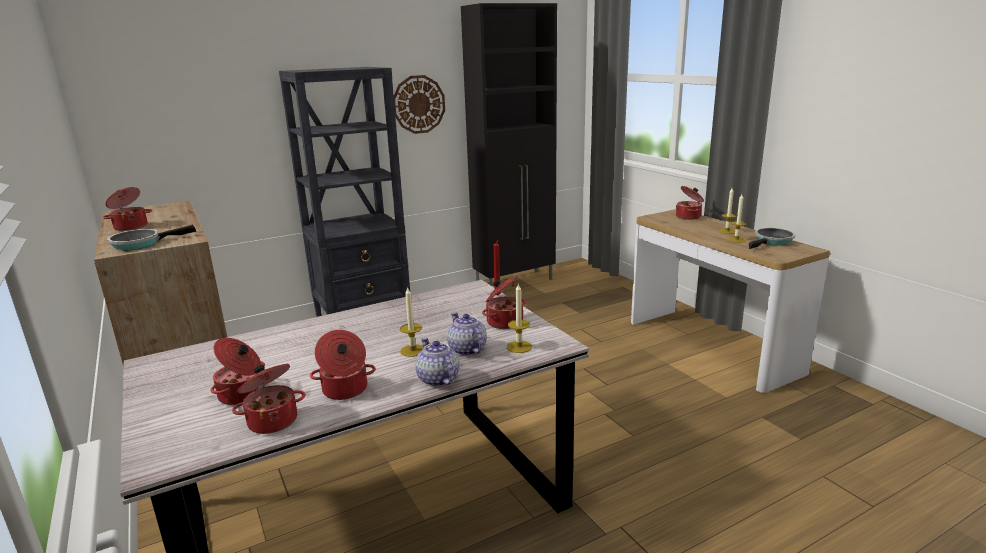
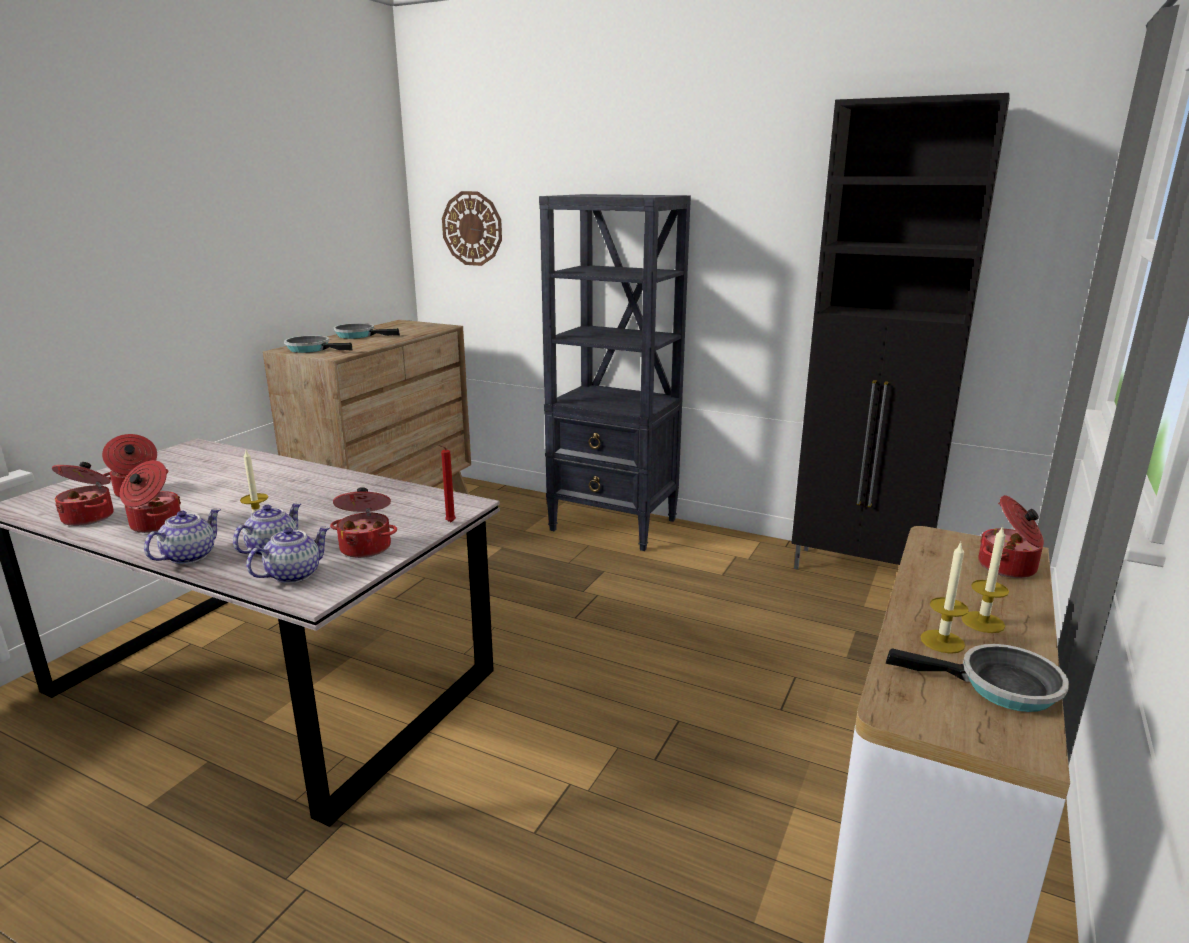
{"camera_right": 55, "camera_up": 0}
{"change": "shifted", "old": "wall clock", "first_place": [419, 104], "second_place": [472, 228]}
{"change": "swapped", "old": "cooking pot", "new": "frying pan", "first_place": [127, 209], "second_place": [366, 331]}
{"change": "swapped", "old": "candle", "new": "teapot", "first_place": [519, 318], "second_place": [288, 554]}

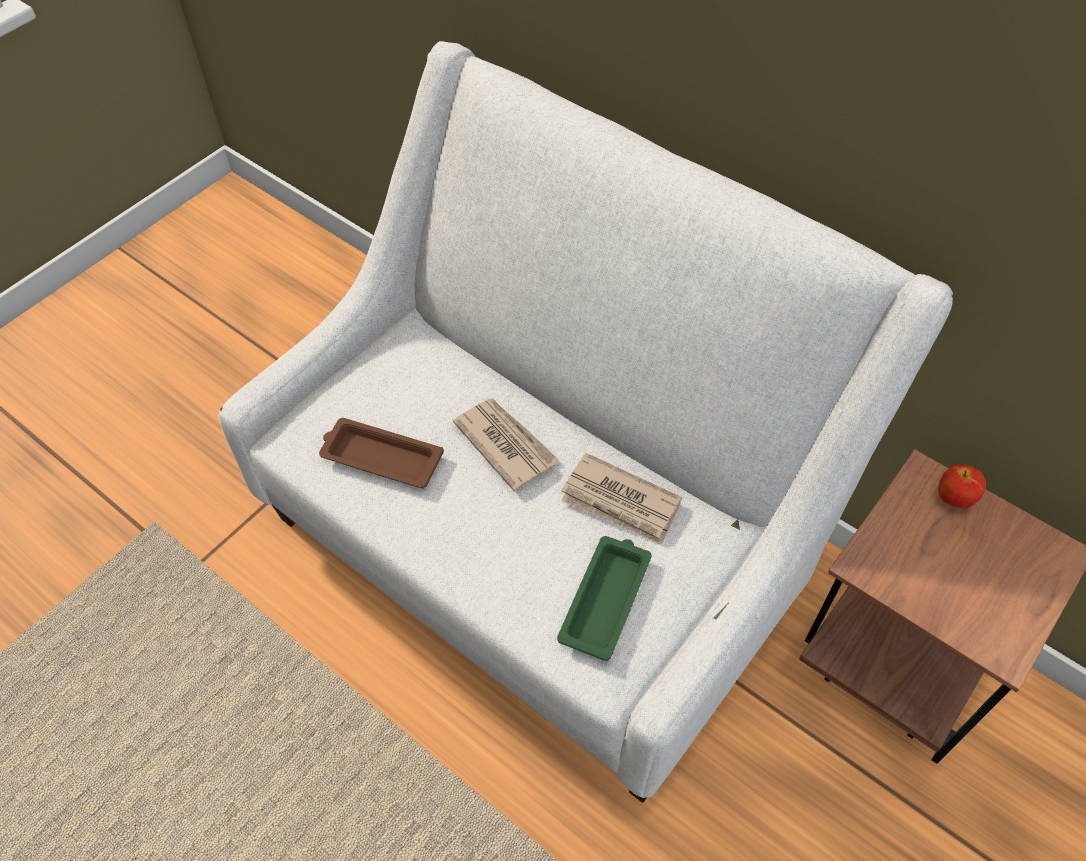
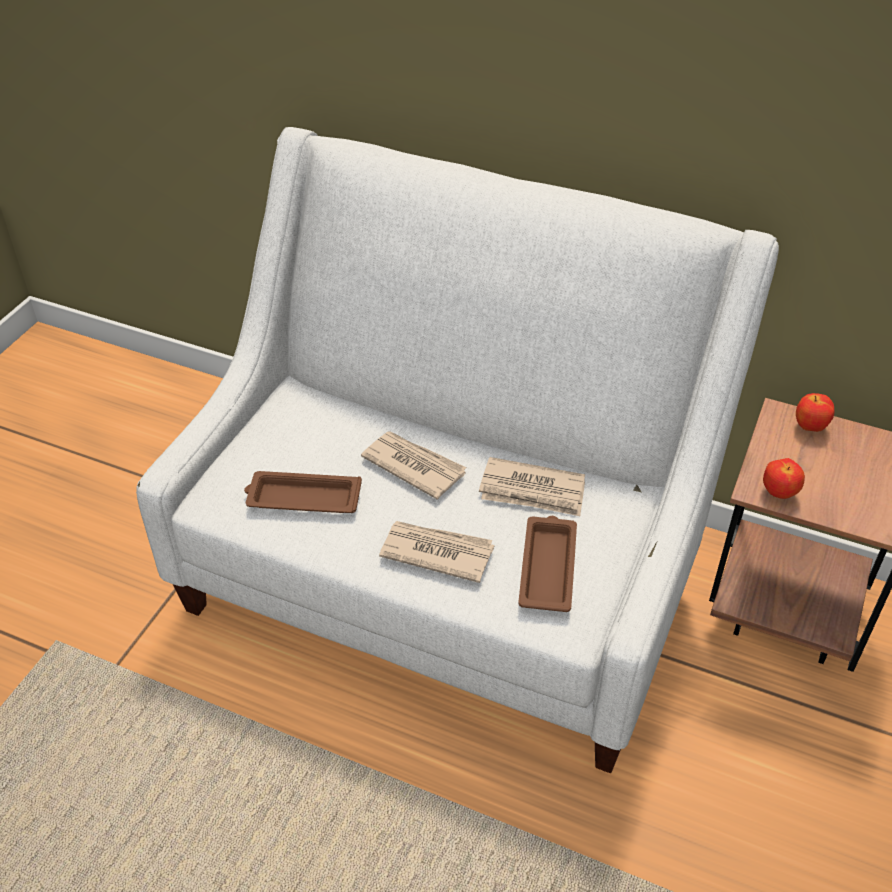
{"camera_right": -15, "camera_up": -10}
{"change": "new", "new": "newspaper", "second_place": [436, 552]}
{"change": "new", "new": "apple", "second_place": [784, 478]}
{"change": "repainted", "old": "green tray", "new": "brown tray", "first_place": [604, 598], "second_place": [547, 564]}

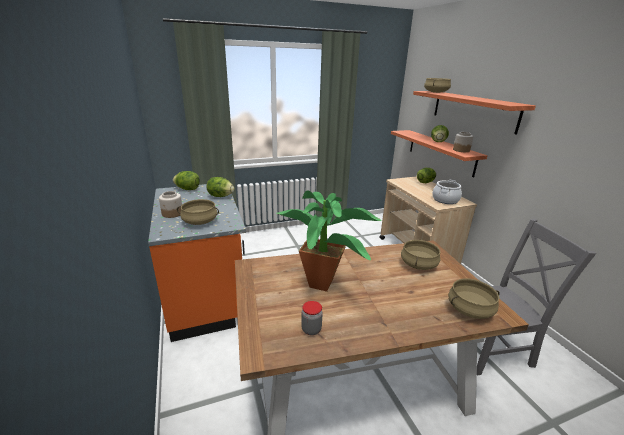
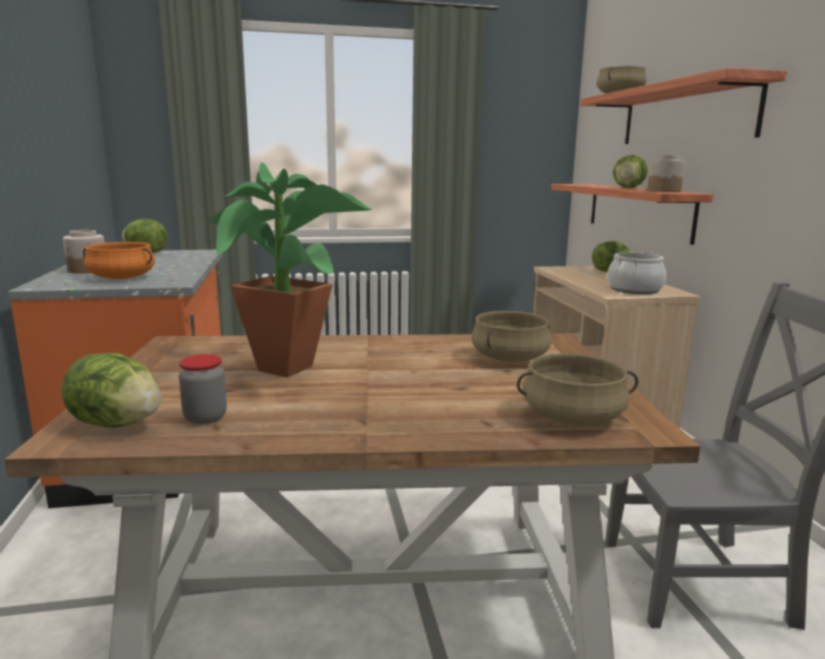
{"camera_right": 10, "camera_up": -10}
{"change": "shifted", "old": "lettuce", "first_place": [220, 187], "second_place": [111, 390]}
{"change": "repainted", "old": "beige cooking pot", "new": "orange cooking pot", "first_place": [198, 212], "second_place": [119, 260]}

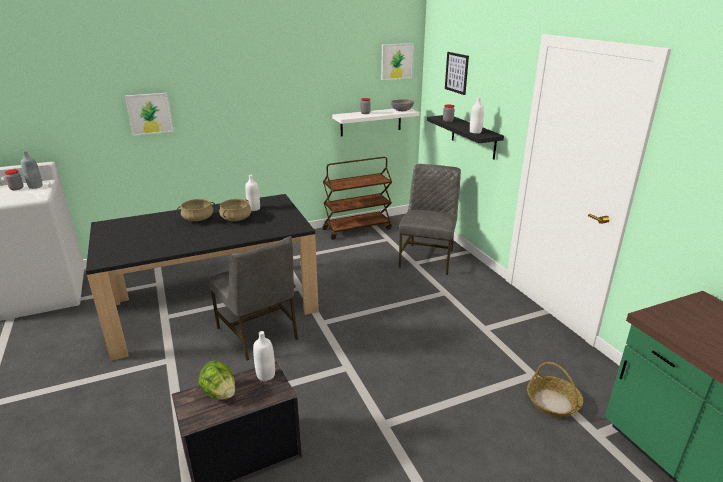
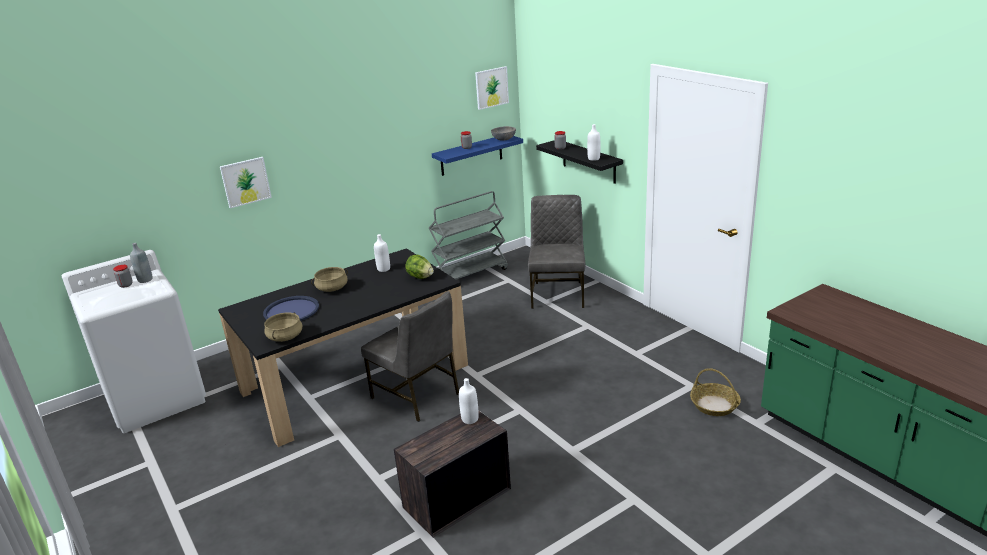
{"camera_right": -10, "camera_up": 0}
{"change": "gone", "old": "picture", "first_place": [457, 73]}
{"change": "new", "new": "blue tray", "second_place": [291, 308]}
{"change": "shifted", "old": "lettuce", "first_place": [217, 380], "second_place": [419, 266]}
{"change": "shifted", "old": "beige cooking pot", "first_place": [235, 210], "second_place": [283, 327]}
{"change": "repainted", "old": "brown cart", "new": "grey cart", "first_place": [357, 198], "second_place": [468, 235]}
{"change": "repainted", "old": "white shelf", "new": "blue shelf", "first_place": [376, 123], "second_place": [477, 156]}

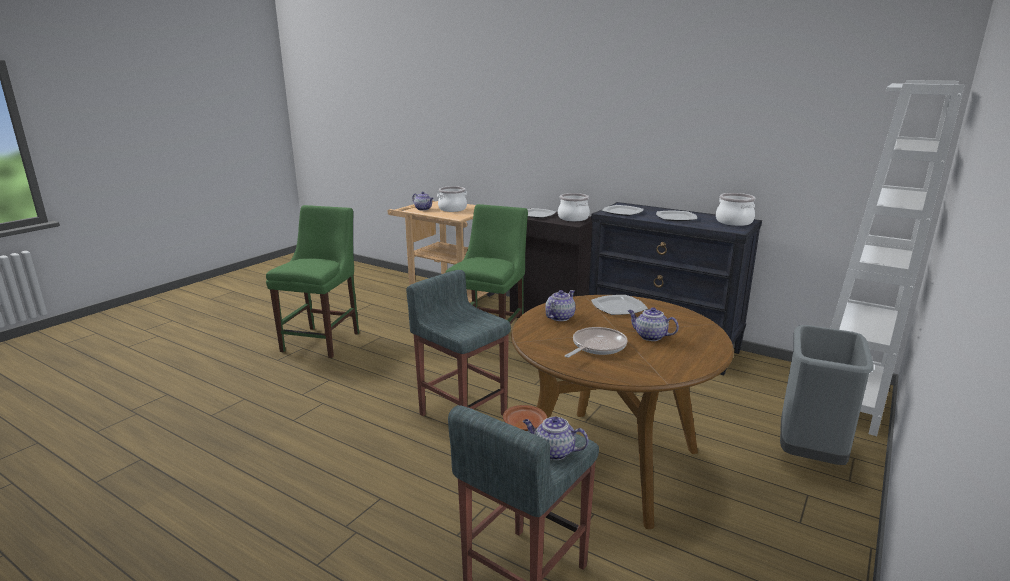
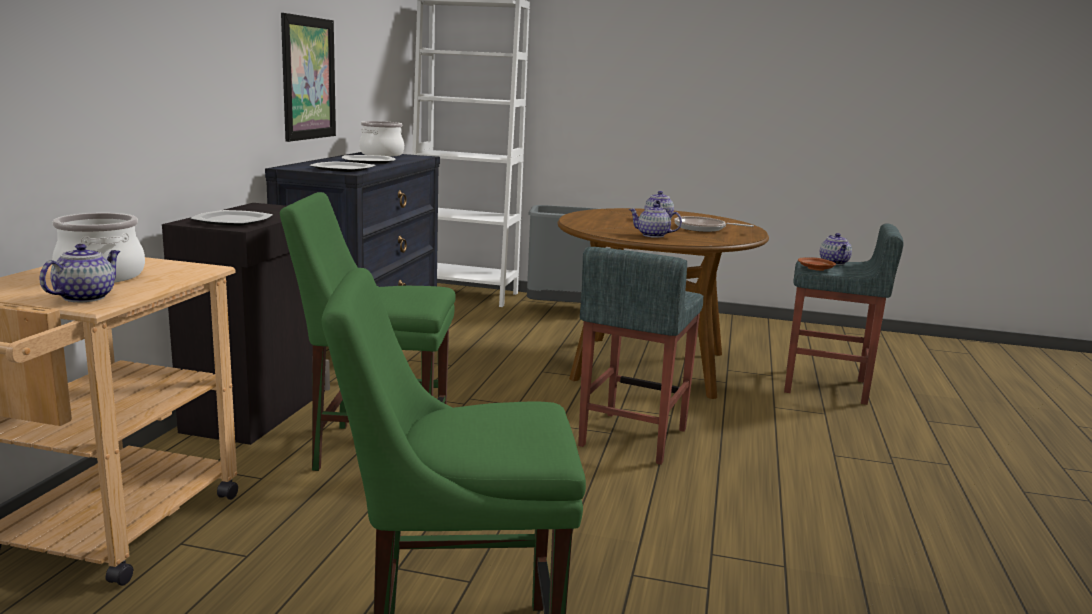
{"camera_right": -110, "camera_up": -5}
{"change": "gone", "old": "cooking pot", "first_place": [574, 207]}
{"change": "gone", "old": "plate", "first_place": [619, 305]}
{"change": "new", "new": "picture", "second_place": [308, 77]}

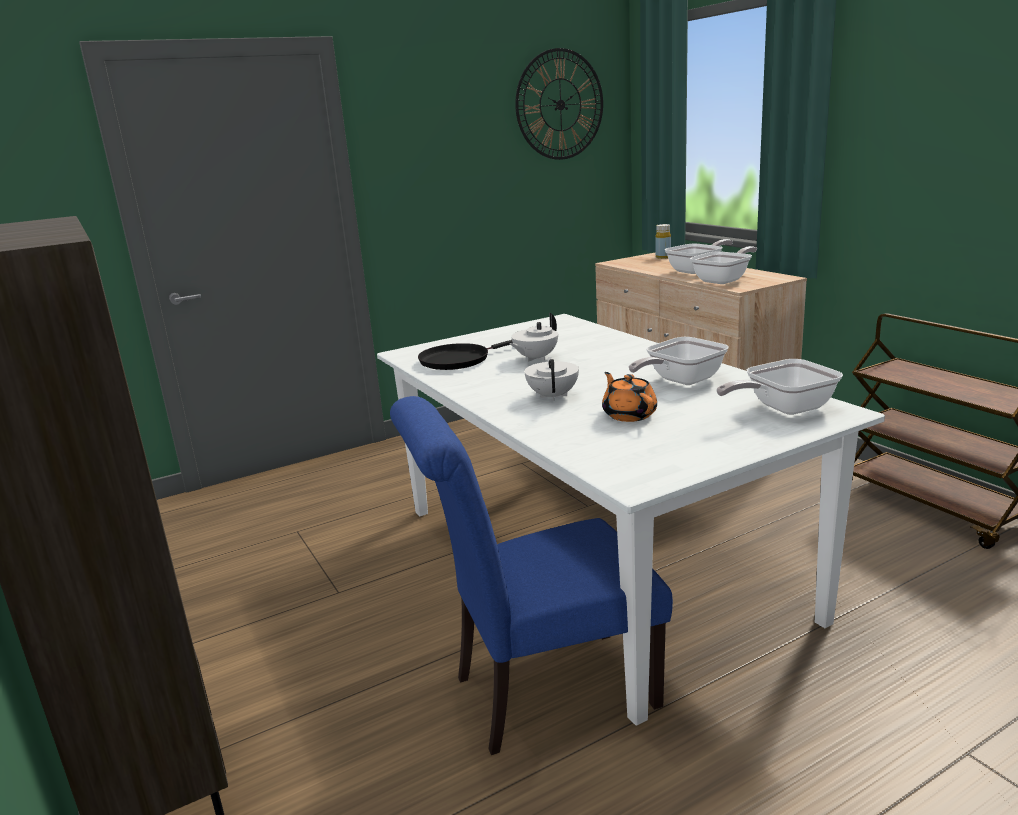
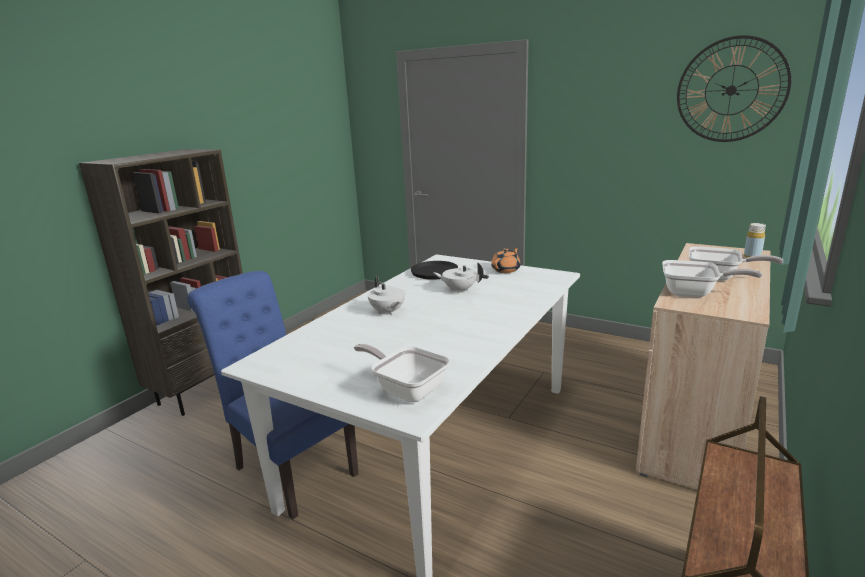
{"camera_right": 60, "camera_up": 0}
{"change": "gone", "old": "frying pan", "first_place": [679, 361]}
{"change": "shifted", "old": "orange teapot", "first_place": [629, 397], "second_place": [506, 260]}
{"change": "rotated", "old": "white teapot", "first_place": [551, 379], "second_place": [386, 295], "degrees": 90}

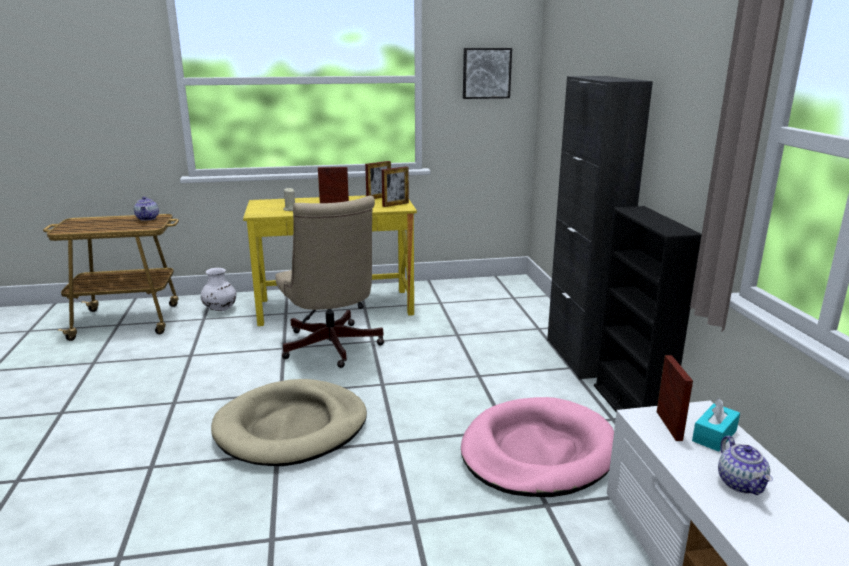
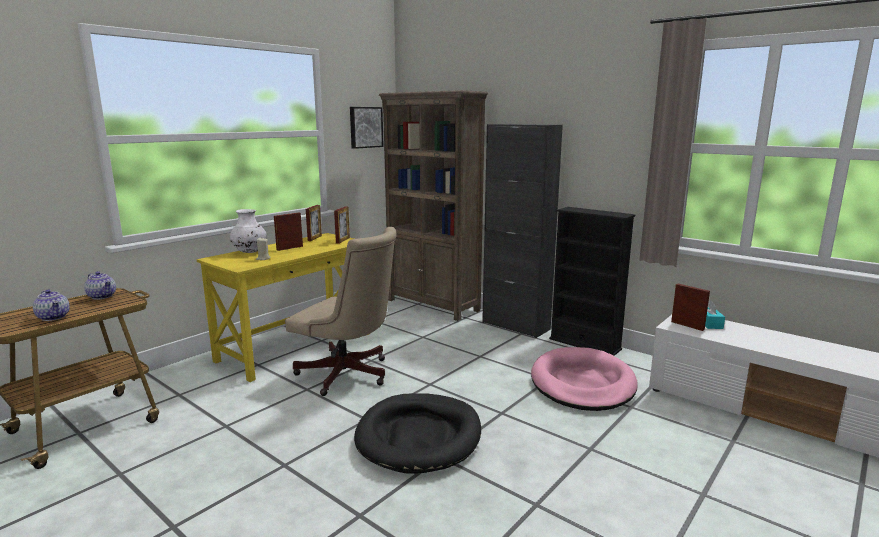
{"camera_right": -40, "camera_up": -5}
{"change": "new", "new": "brown bookcase", "second_place": [433, 205]}
{"change": "shifted", "old": "white vase", "first_place": [218, 289], "second_place": [248, 231]}
{"change": "shifted", "old": "teapot", "first_place": [745, 465], "second_place": [51, 305]}
{"change": "repainted", "old": "beige dog bed", "new": "black dog bed", "first_place": [289, 422], "second_place": [417, 433]}

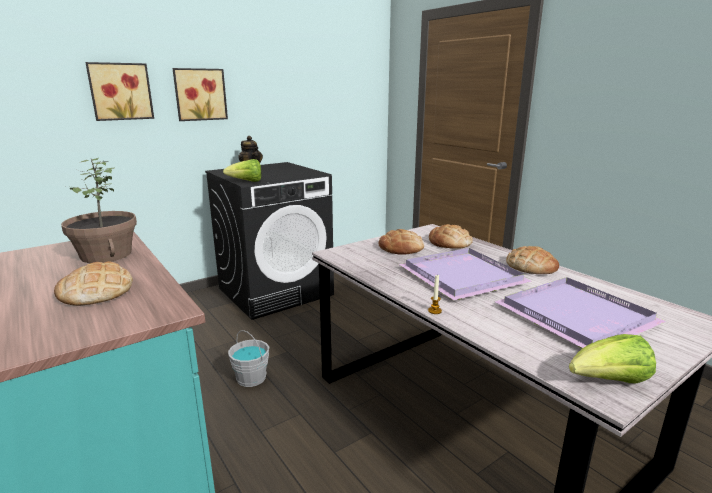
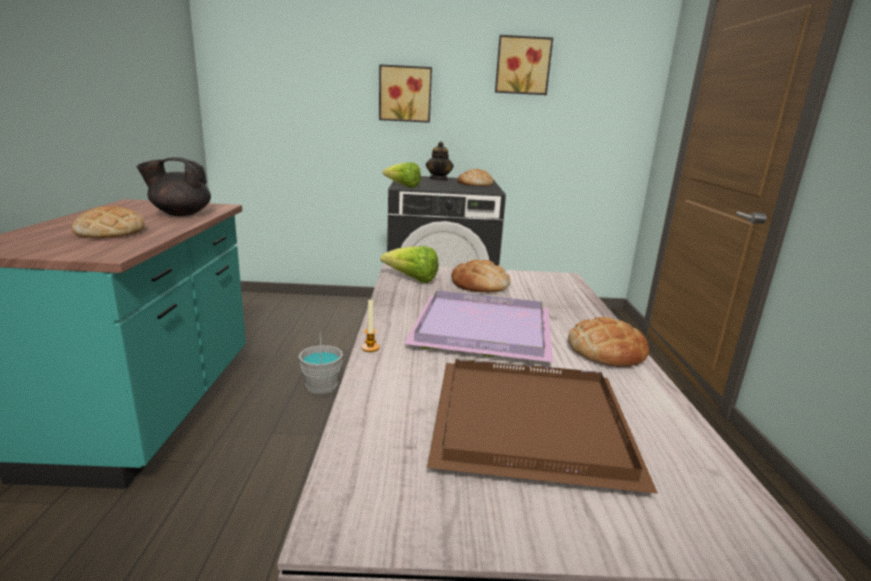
{"camera_right": 35, "camera_up": 0}
{"change": "shifted", "old": "picture", "first_place": [119, 91], "second_place": [524, 65]}
{"change": "shifted", "old": "bread", "first_place": [451, 236], "second_place": [475, 177]}
{"change": "shifted", "old": "lettuce", "first_place": [612, 358], "second_place": [409, 264]}
{"change": "swapped", "old": "potted plant", "new": "black teapot", "first_place": [99, 210], "second_place": [174, 186]}
{"change": "repainted", "old": "purple tray", "new": "brown tray", "first_place": [580, 312], "second_place": [542, 426]}

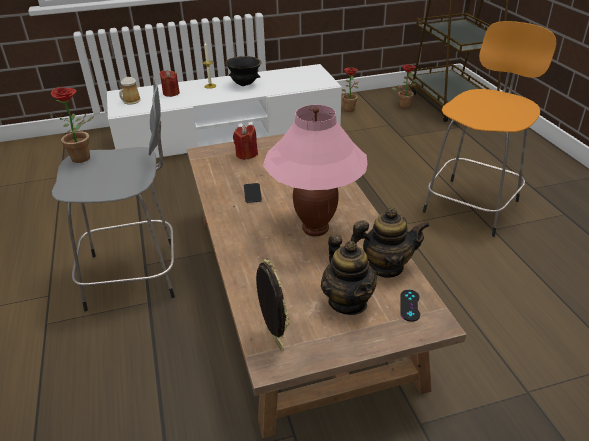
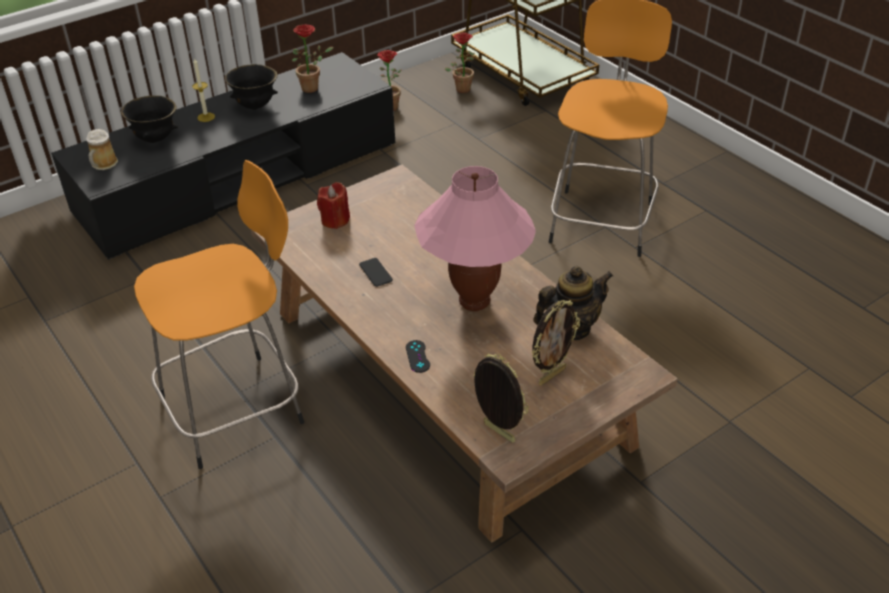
{"camera_right": -20, "camera_up": 5}
{"change": "shifted", "old": "potted plant", "first_place": [71, 125], "second_place": [313, 59]}
{"change": "shifted", "old": "black game controller", "first_place": [410, 306], "second_place": [418, 356]}
{"change": "swapped", "old": "red candle", "new": "black bowl", "first_place": [170, 83], "second_place": [149, 119]}
{"change": "swapped", "old": "teapot", "new": "picture frame", "first_place": [349, 274], "second_place": [556, 343]}
{"change": "repainted", "old": "grey stool", "new": "orange stool", "first_place": [113, 194], "second_place": [219, 314]}
{"change": "repainted", "old": "white tv stand", "new": "black tv stand", "first_place": [224, 111], "second_place": [223, 156]}

